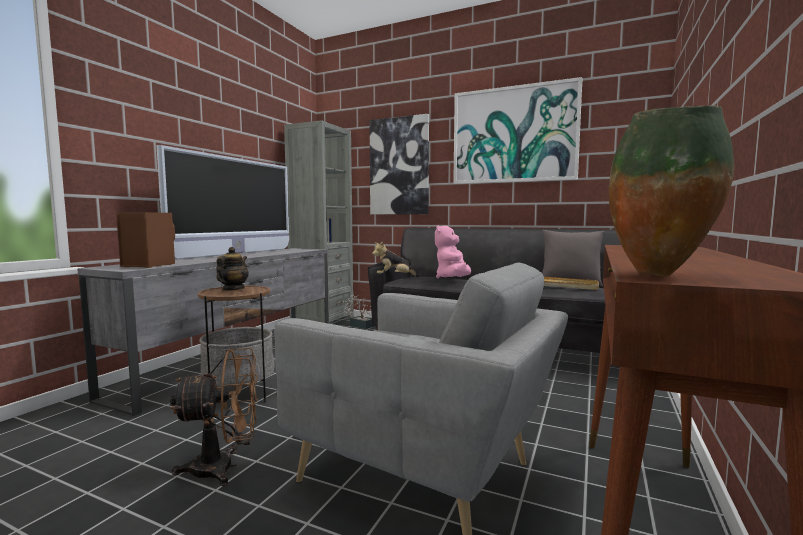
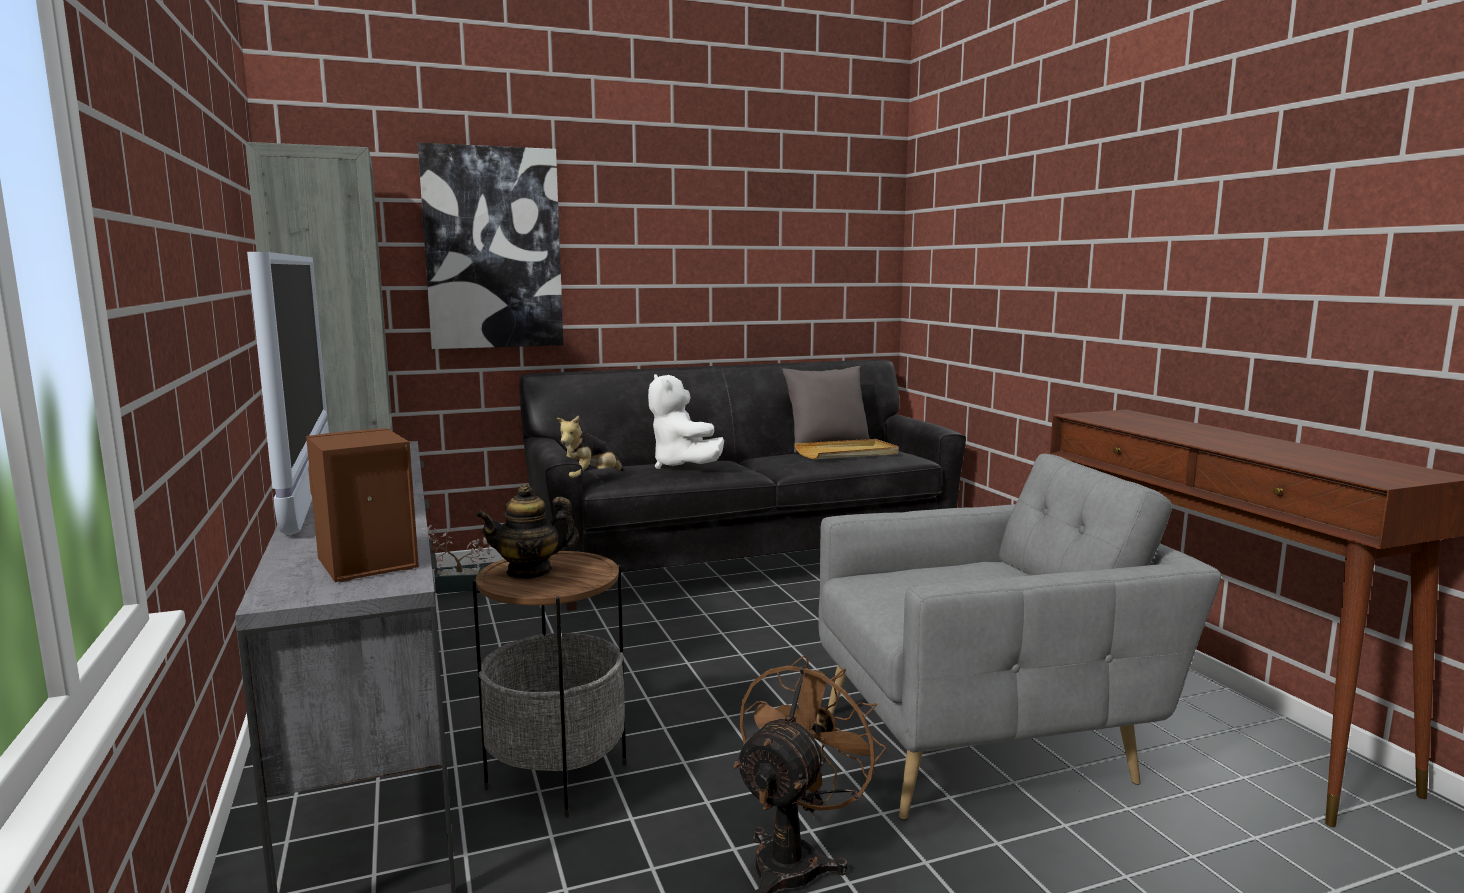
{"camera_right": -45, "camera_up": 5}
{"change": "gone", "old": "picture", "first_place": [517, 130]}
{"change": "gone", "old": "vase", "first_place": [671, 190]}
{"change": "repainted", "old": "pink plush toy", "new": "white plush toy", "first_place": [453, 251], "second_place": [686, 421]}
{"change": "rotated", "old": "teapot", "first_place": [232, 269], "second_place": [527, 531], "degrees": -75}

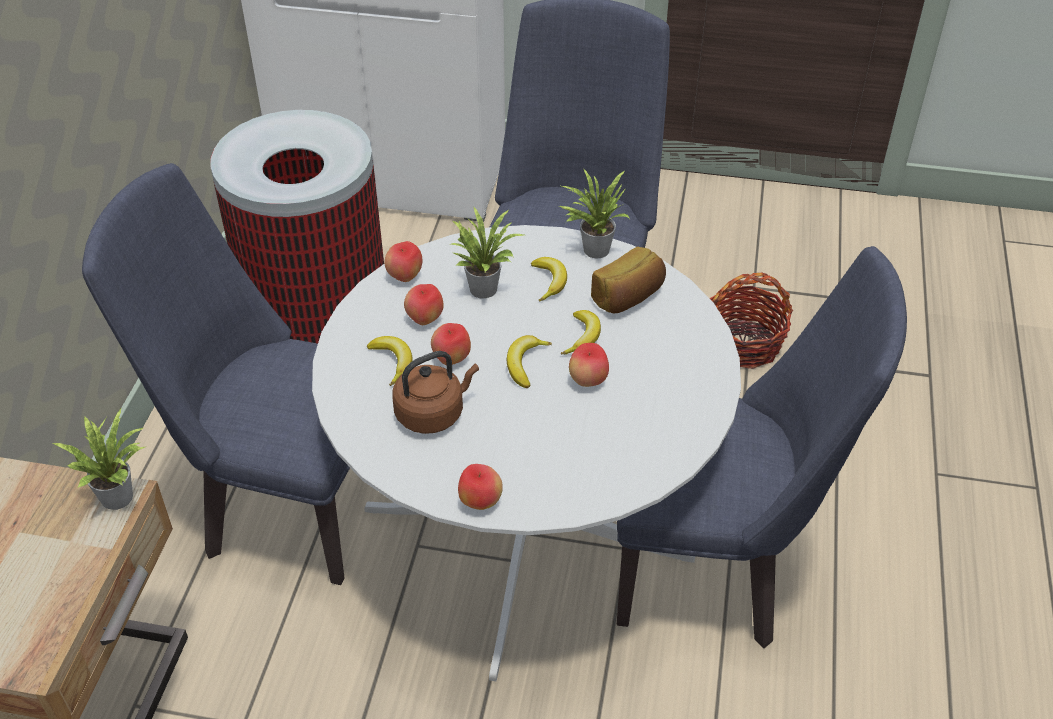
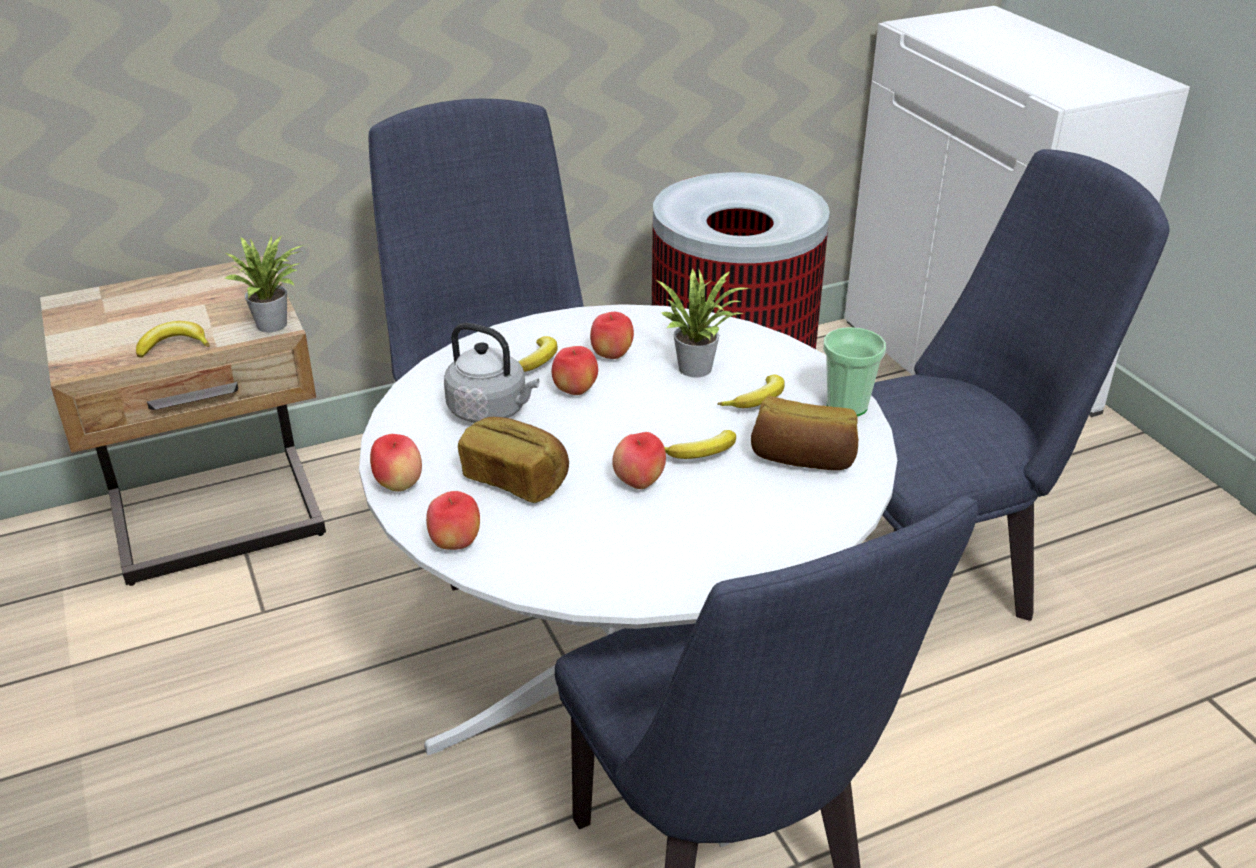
{"camera_right": 55, "camera_up": -10}
{"change": "gone", "old": "basket", "first_place": [751, 320]}
{"change": "new", "new": "bread", "second_place": [513, 460]}
{"change": "shifted", "old": "apple", "first_place": [403, 261], "second_place": [453, 520]}
{"change": "shifted", "old": "banana", "first_place": [529, 361], "second_place": [173, 339]}
{"change": "swapped", "old": "potted plant", "new": "cup", "first_place": [595, 213], "second_place": [854, 372]}
{"change": "repainted", "old": "brown kettle", "new": "grey kettle", "first_place": [435, 392], "second_place": [491, 373]}

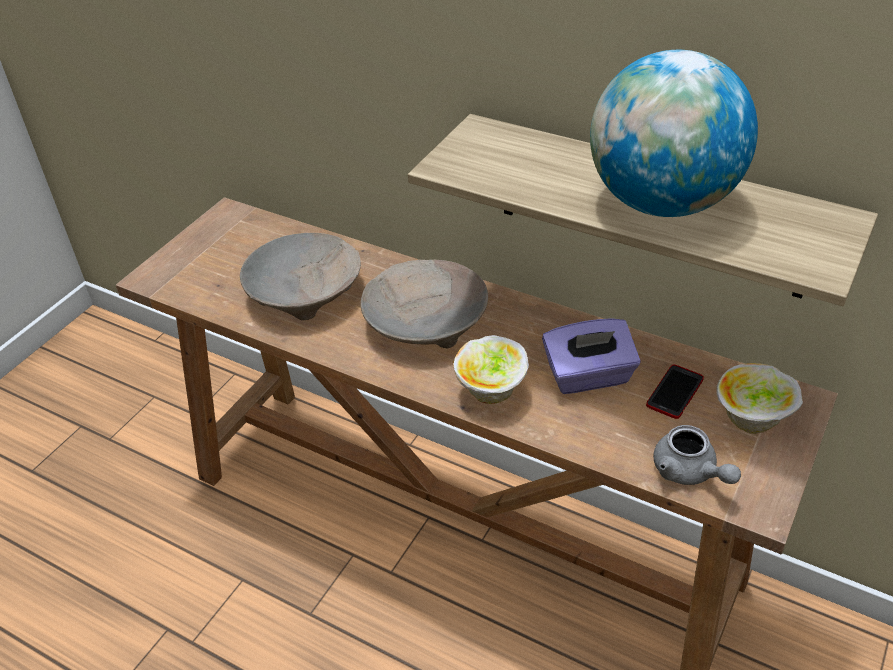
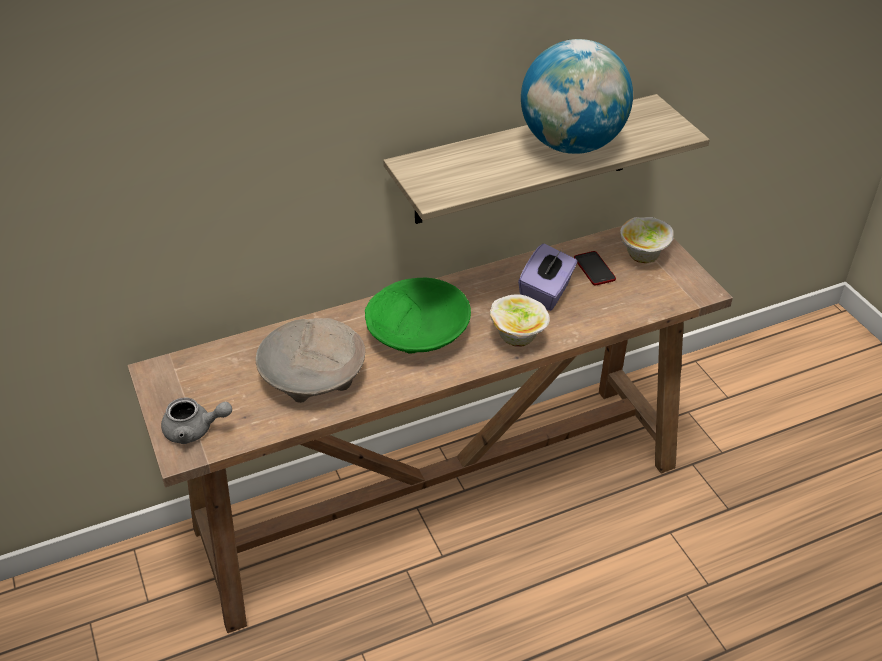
{"camera_right": -55, "camera_up": 0}
{"change": "shifted", "old": "grey teapot", "first_place": [697, 455], "second_place": [196, 420]}
{"change": "repainted", "old": "beige bowl", "new": "green bowl", "first_place": [424, 304], "second_place": [418, 316]}

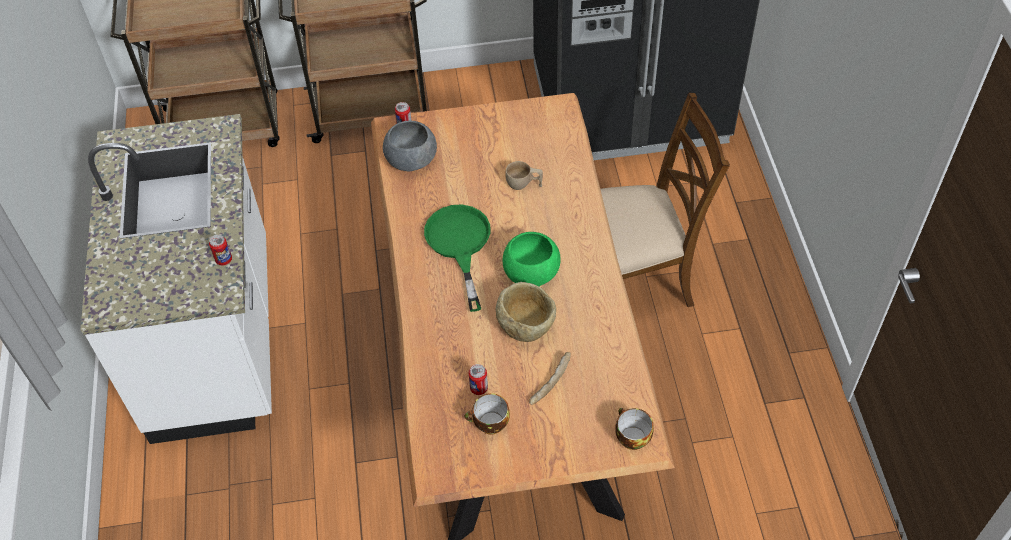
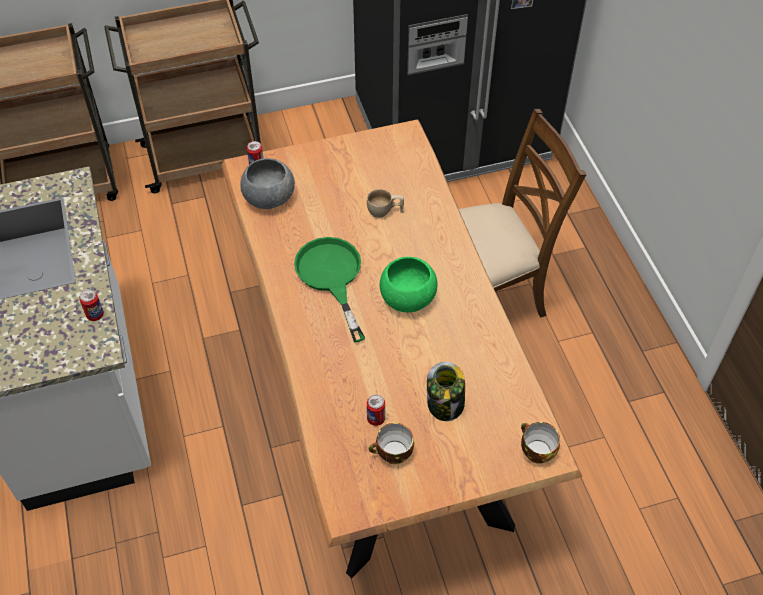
{"camera_right": -10, "camera_up": 0}
{"change": "gone", "old": "beige bowl", "first_place": [526, 312]}
{"change": "swapped", "old": "bread", "new": "jar", "first_place": [550, 378], "second_place": [446, 391]}

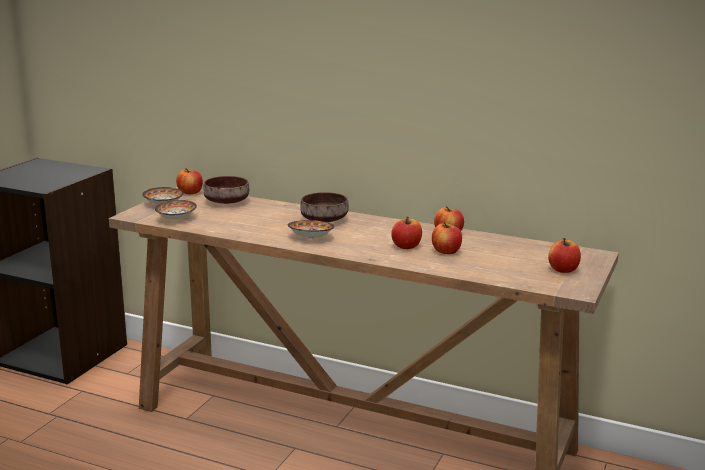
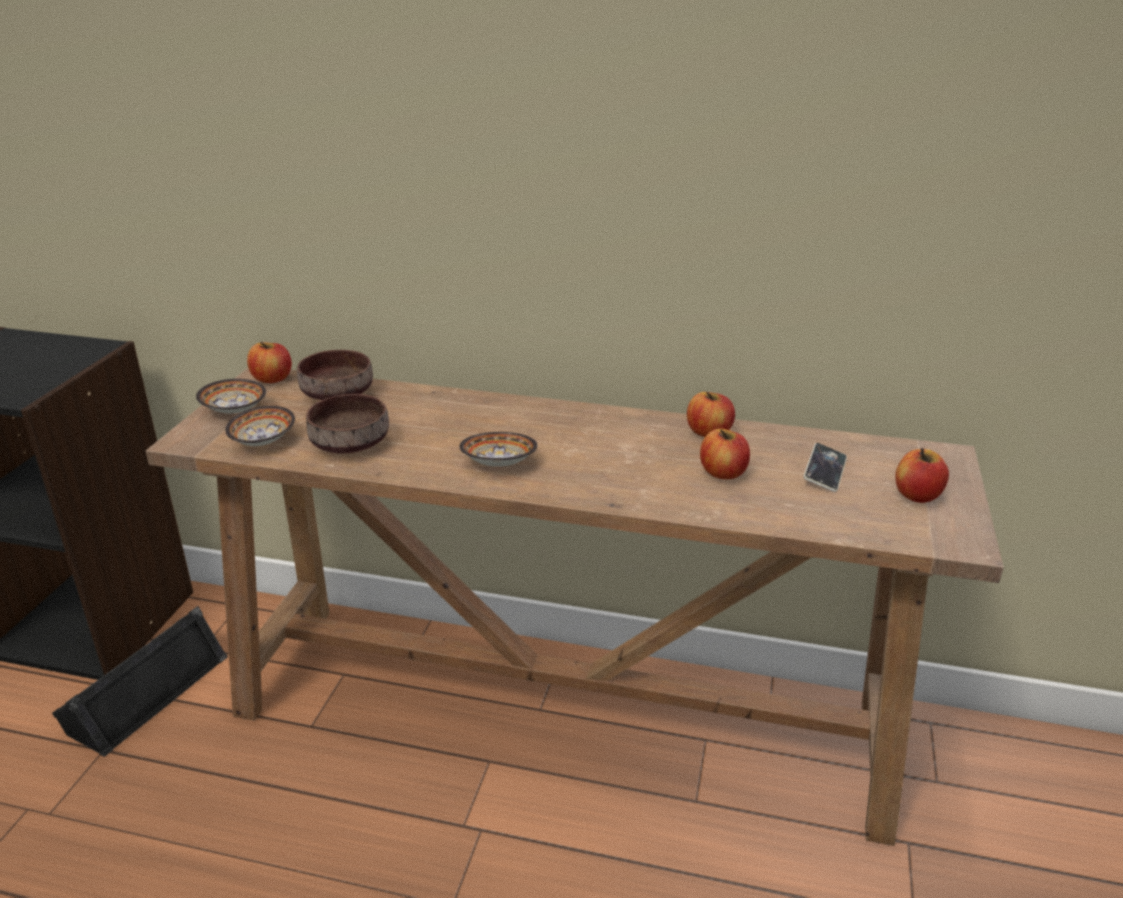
{"camera_right": -10, "camera_up": 10}
{"change": "gone", "old": "apple", "first_place": [406, 233]}
{"change": "new", "new": "black speaker", "second_place": [140, 681]}
{"change": "new", "new": "phone", "second_place": [825, 467]}
{"change": "shifted", "old": "brown bowl", "first_place": [324, 207], "second_place": [347, 424]}

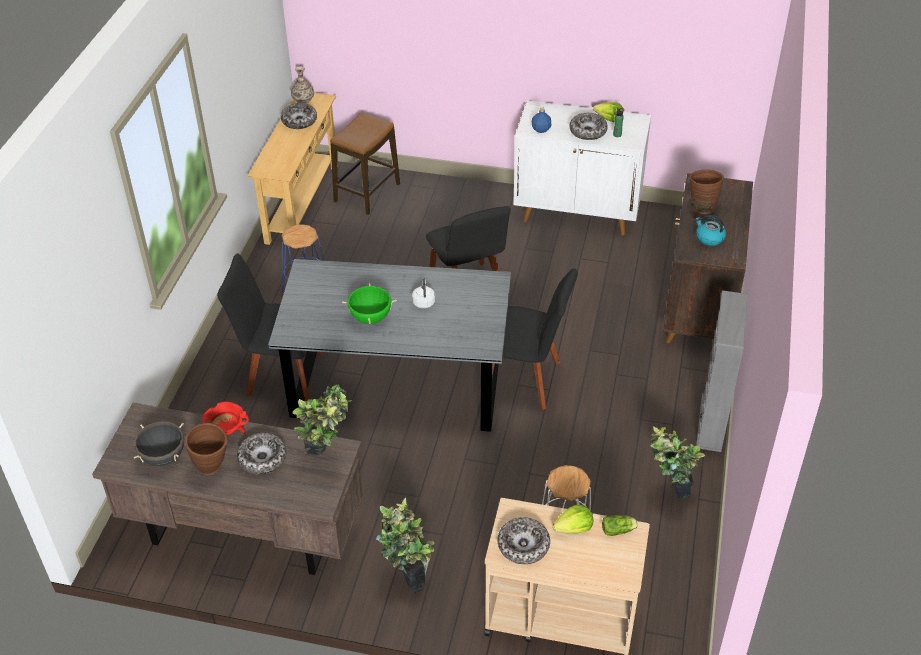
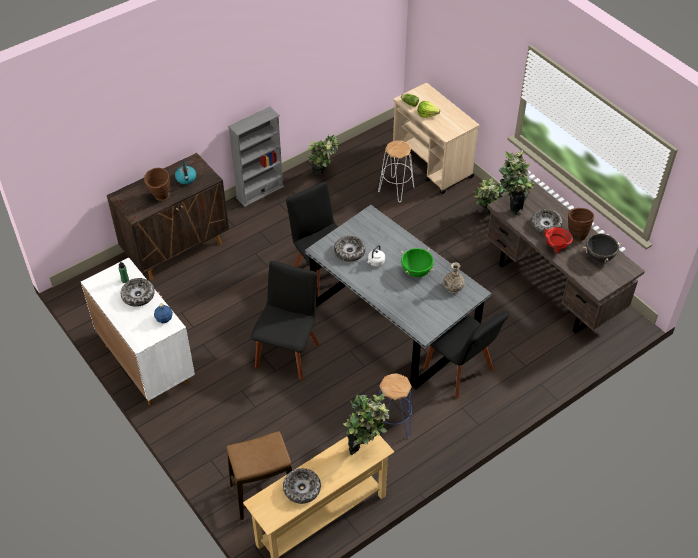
{"camera_right": -140, "camera_up": 5}
{"change": "gone", "old": "lettuce", "first_place": [608, 112]}
{"change": "new", "new": "potted plant", "second_place": [367, 424]}
{"change": "shifted", "old": "vase", "first_place": [302, 85], "second_place": [454, 277]}
{"change": "shifted", "old": "bowl", "first_place": [523, 540], "second_place": [350, 248]}

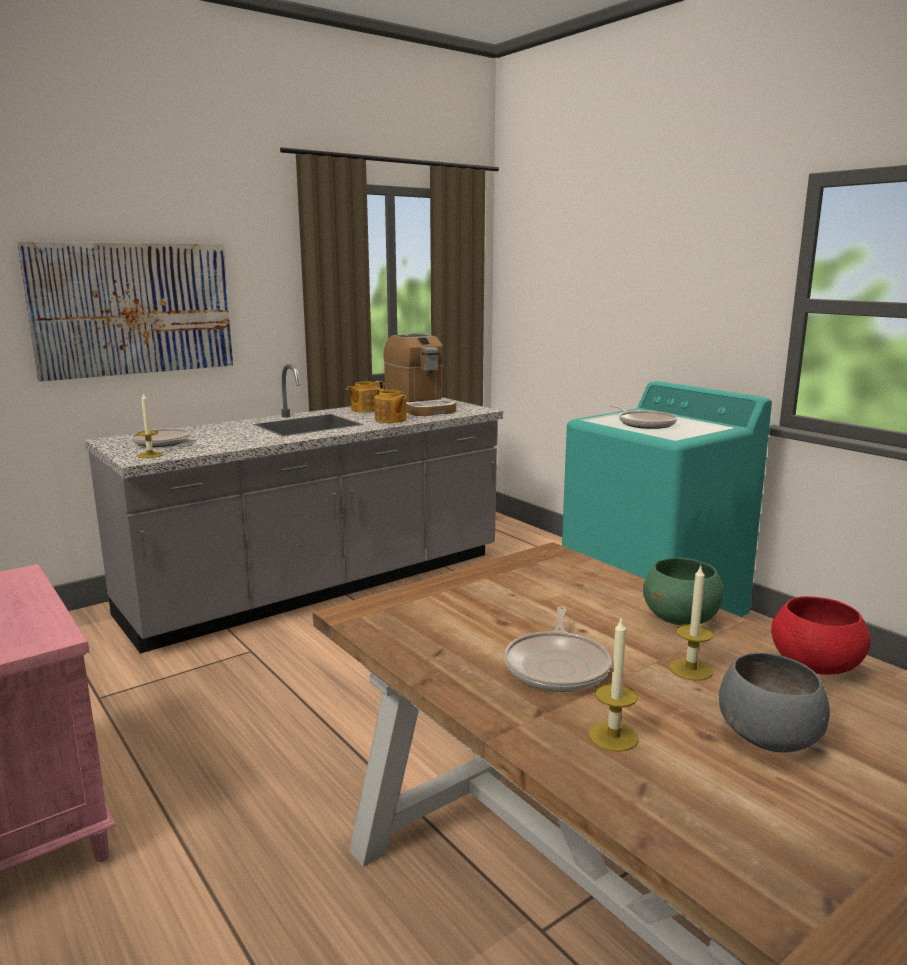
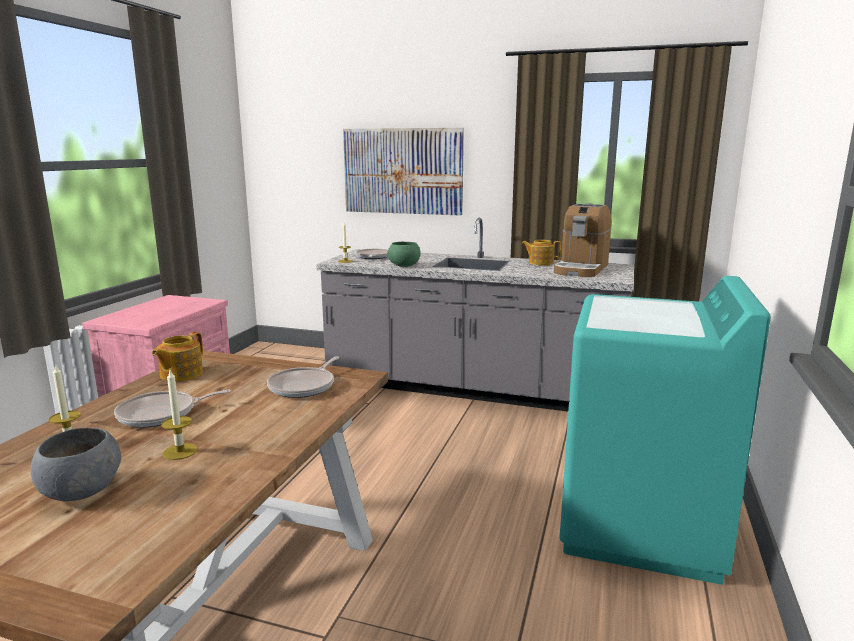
{"camera_right": 55, "camera_up": 0}
{"change": "gone", "old": "red bowl", "first_place": [821, 635]}
{"change": "shifted", "old": "teapot", "first_place": [390, 406], "second_place": [177, 356]}
{"change": "shifted", "old": "frying pan", "first_place": [643, 417], "second_place": [303, 377]}
{"change": "shifted", "old": "green bowl", "first_place": [683, 591], "second_place": [404, 254]}

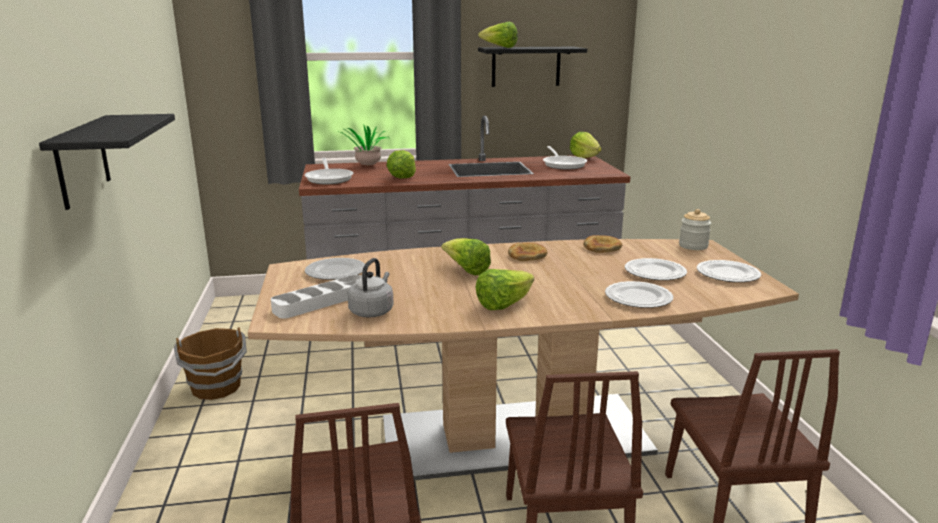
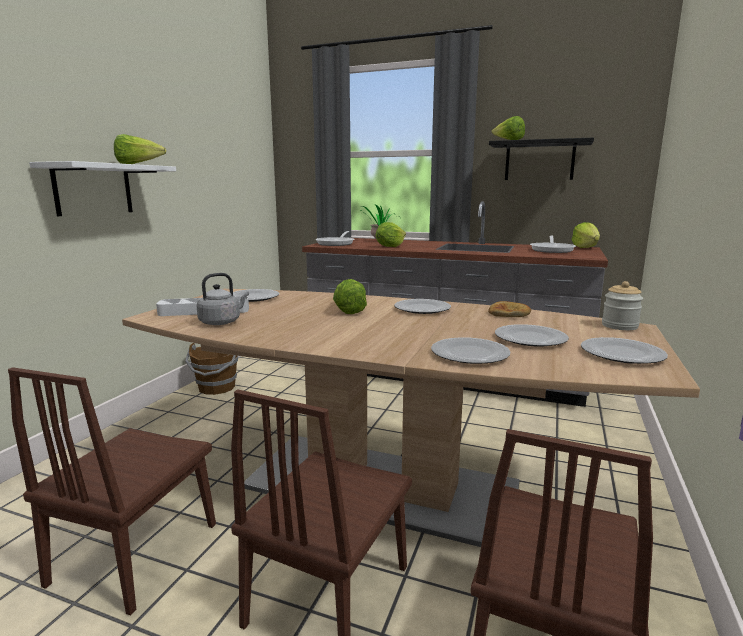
{"camera_right": 30, "camera_up": -5}
{"change": "shifted", "old": "lettuce", "first_place": [505, 289], "second_place": [140, 149]}
{"change": "swapped", "old": "bread", "new": "plate", "first_place": [528, 252], "second_place": [422, 306]}
{"change": "repainted", "old": "black shelf", "new": "white shelf", "first_place": [107, 162], "second_place": [102, 188]}

